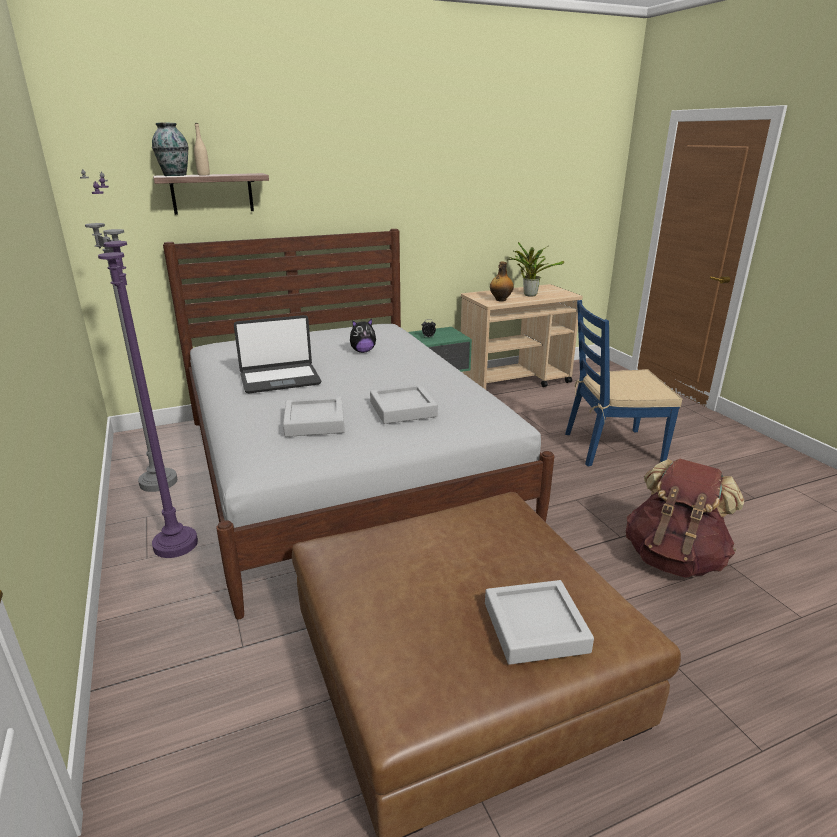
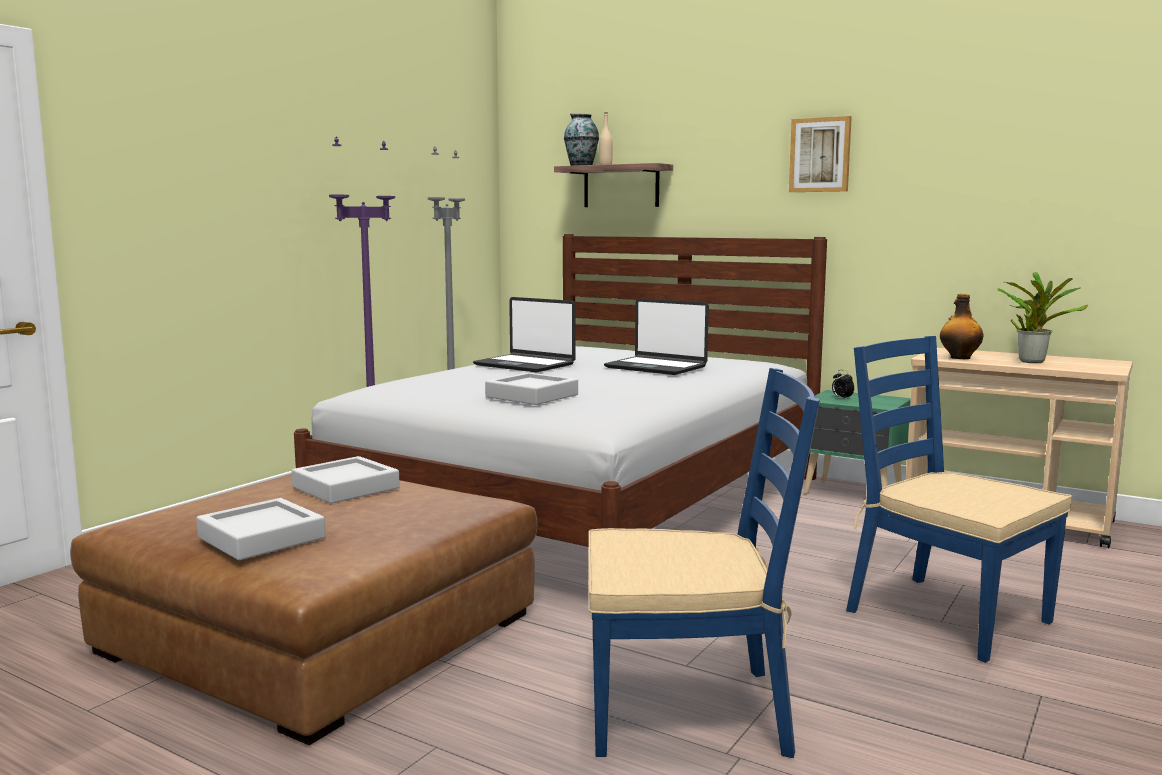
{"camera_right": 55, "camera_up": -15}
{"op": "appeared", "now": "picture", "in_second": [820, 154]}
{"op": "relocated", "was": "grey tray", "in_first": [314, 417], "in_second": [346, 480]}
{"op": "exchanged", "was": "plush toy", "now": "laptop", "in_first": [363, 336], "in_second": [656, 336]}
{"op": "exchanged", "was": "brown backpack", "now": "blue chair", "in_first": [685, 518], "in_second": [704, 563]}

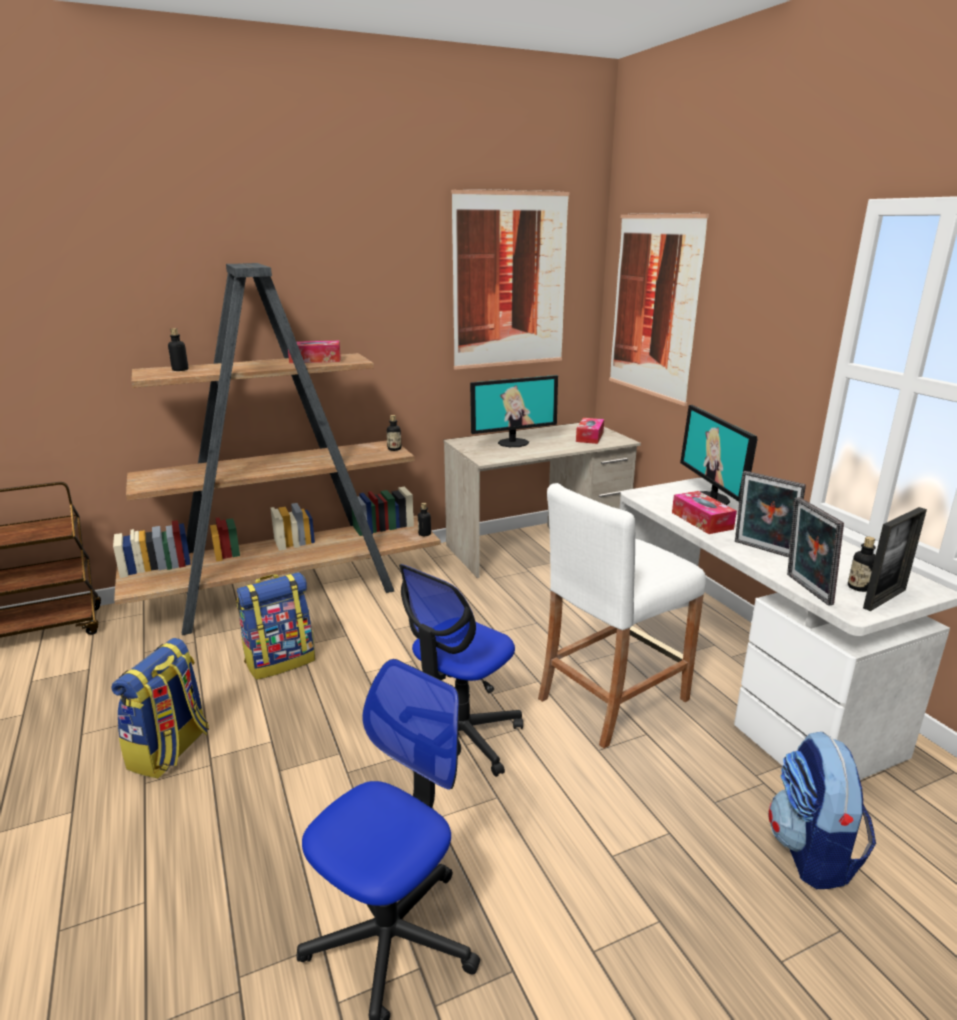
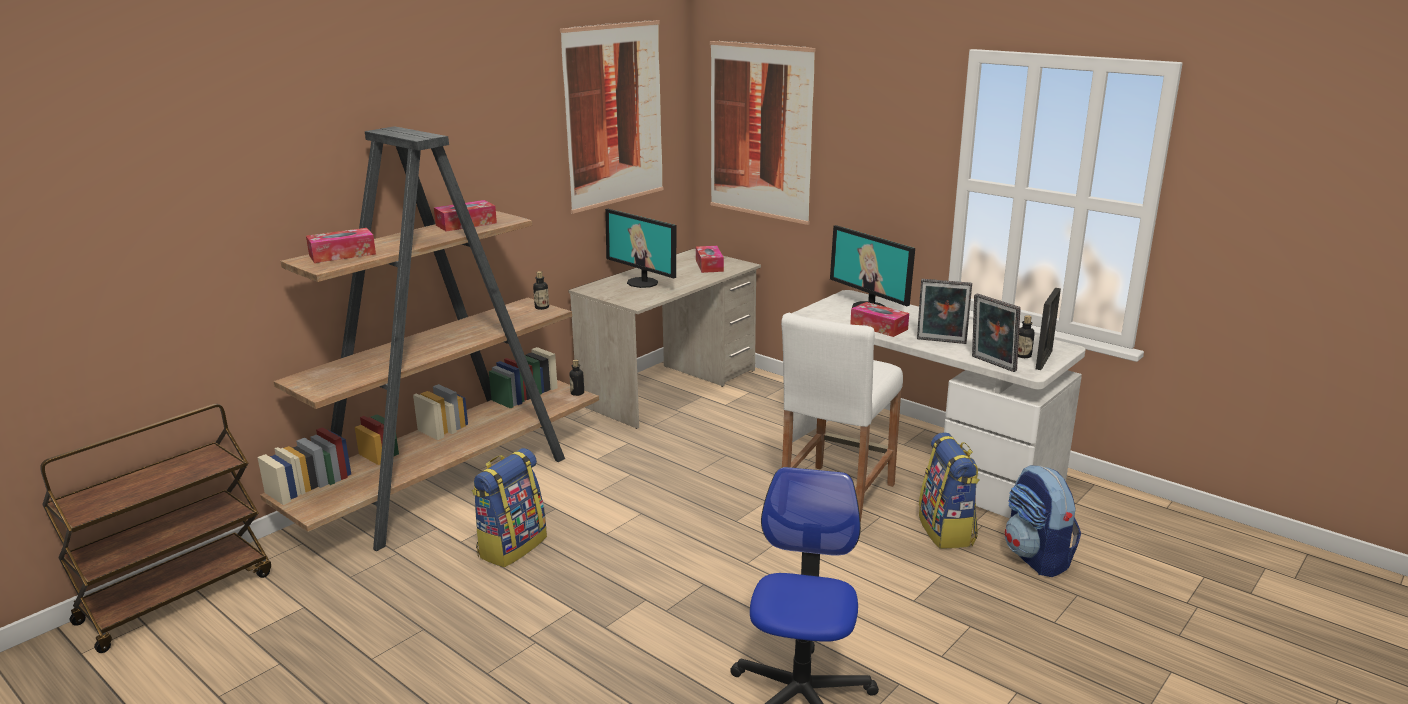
{"camera_right": -25, "camera_up": 0}
{"op": "missing", "was": "office chair", "in_first": [461, 670]}
{"op": "relocated", "was": "backpack", "in_first": [160, 708], "in_second": [949, 490]}
{"op": "exchanged", "was": "bottle", "now": "tissue box", "in_first": [178, 349], "in_second": [341, 245]}
{"op": "spun", "was": "monitor", "in_first": [514, 411], "in_second": [640, 248], "clockwise": 90}

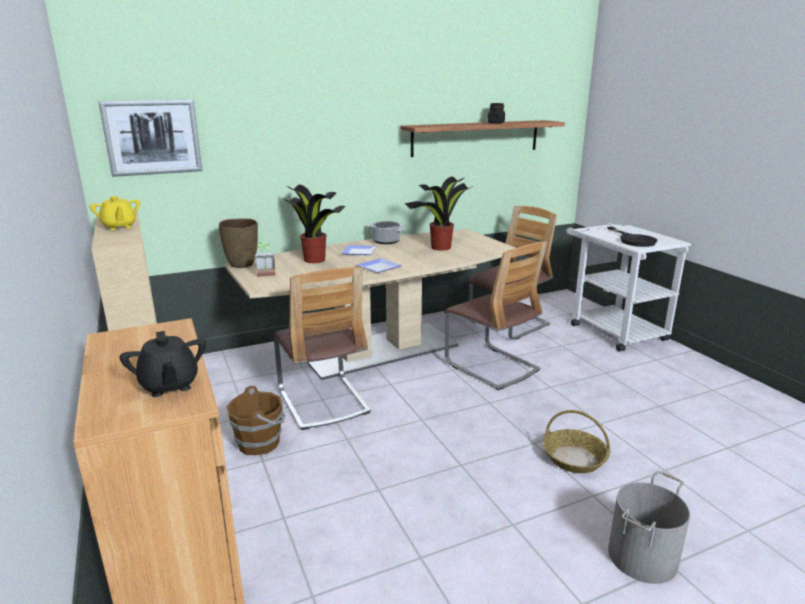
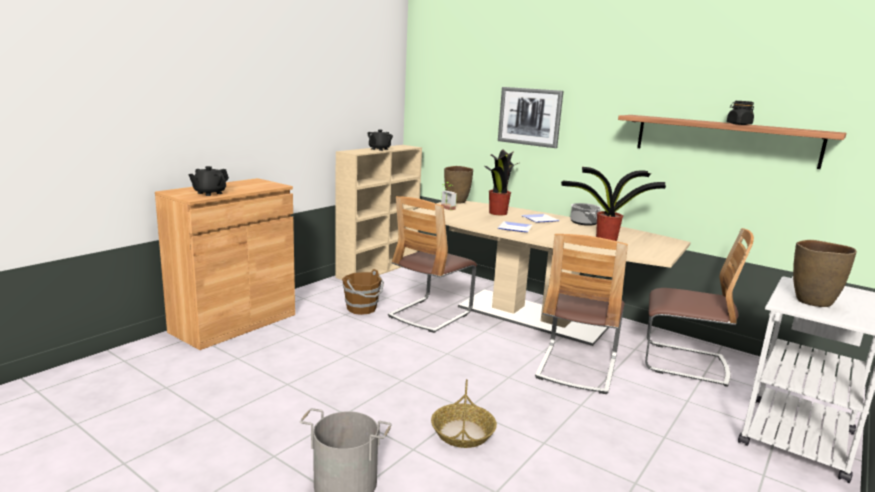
{"camera_right": 60, "camera_up": -5}
{"op": "relocated", "was": "picture", "in_first": [150, 138], "in_second": [530, 117]}
{"op": "exchanged", "was": "black frying pan", "now": "brown vase", "in_first": [632, 237], "in_second": [825, 273]}
{"op": "colour", "was": "yellow teapot", "now": "black teapot", "in_first": [115, 213], "in_second": [380, 140]}

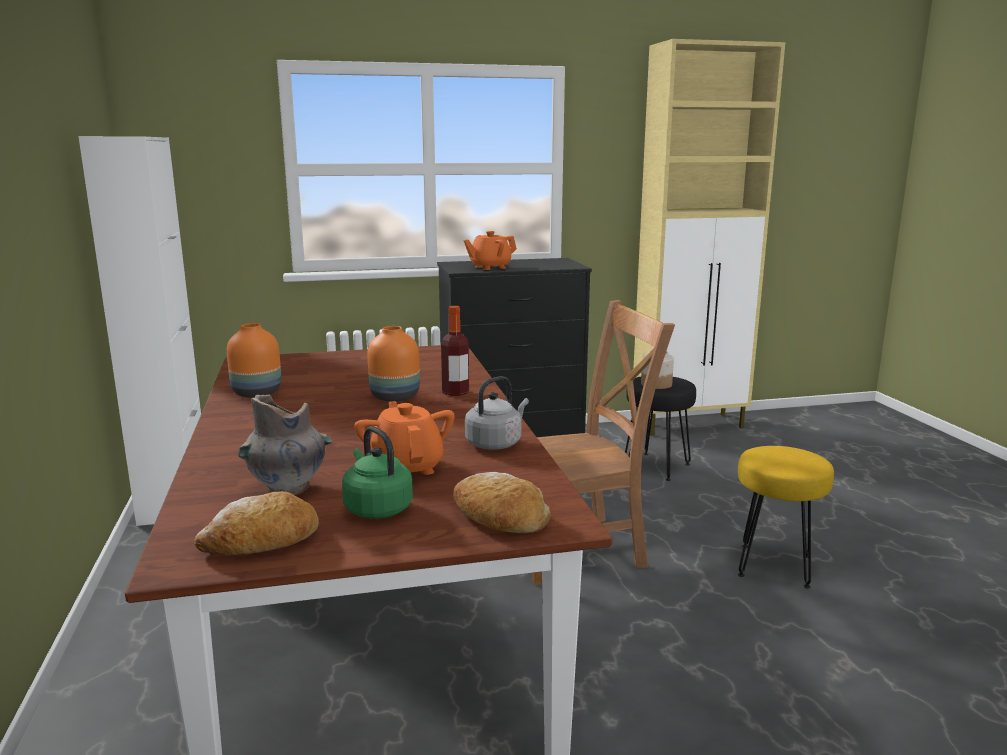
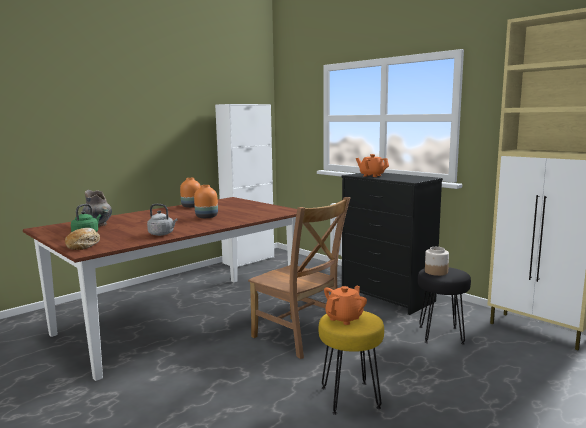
{"camera_right": 60, "camera_up": -5}
{"op": "missing", "was": "bread", "in_first": [256, 523]}
{"op": "missing", "was": "bottle", "in_first": [455, 351]}
{"op": "relocated", "was": "orange teapot", "in_first": [404, 438], "in_second": [345, 305]}

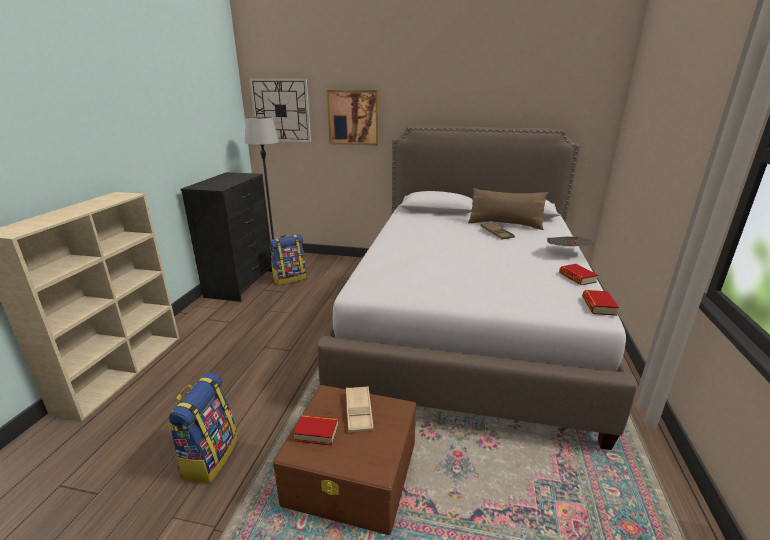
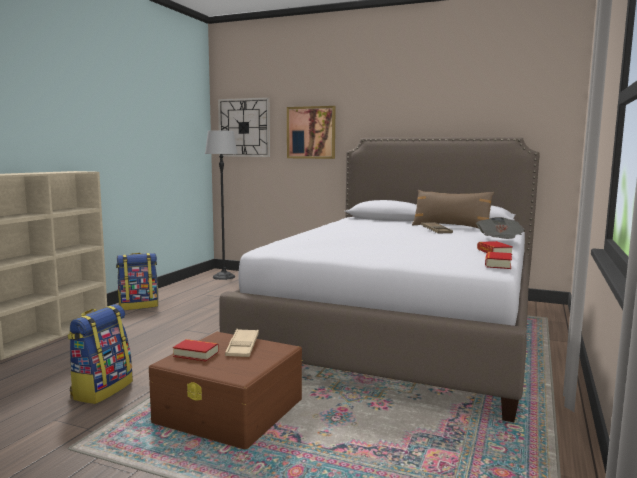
{"camera_right": 10, "camera_up": -15}
{"op": "missing", "was": "black dresser", "in_first": [226, 237]}
{"op": "relocated", "was": "backpack", "in_first": [288, 259], "in_second": [137, 281]}

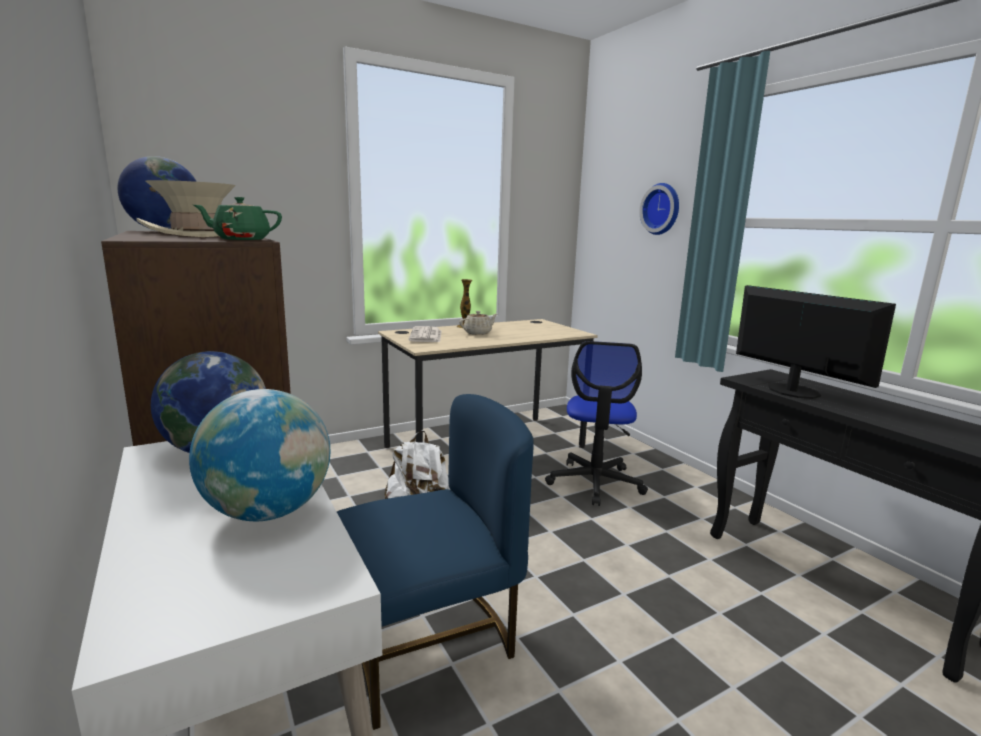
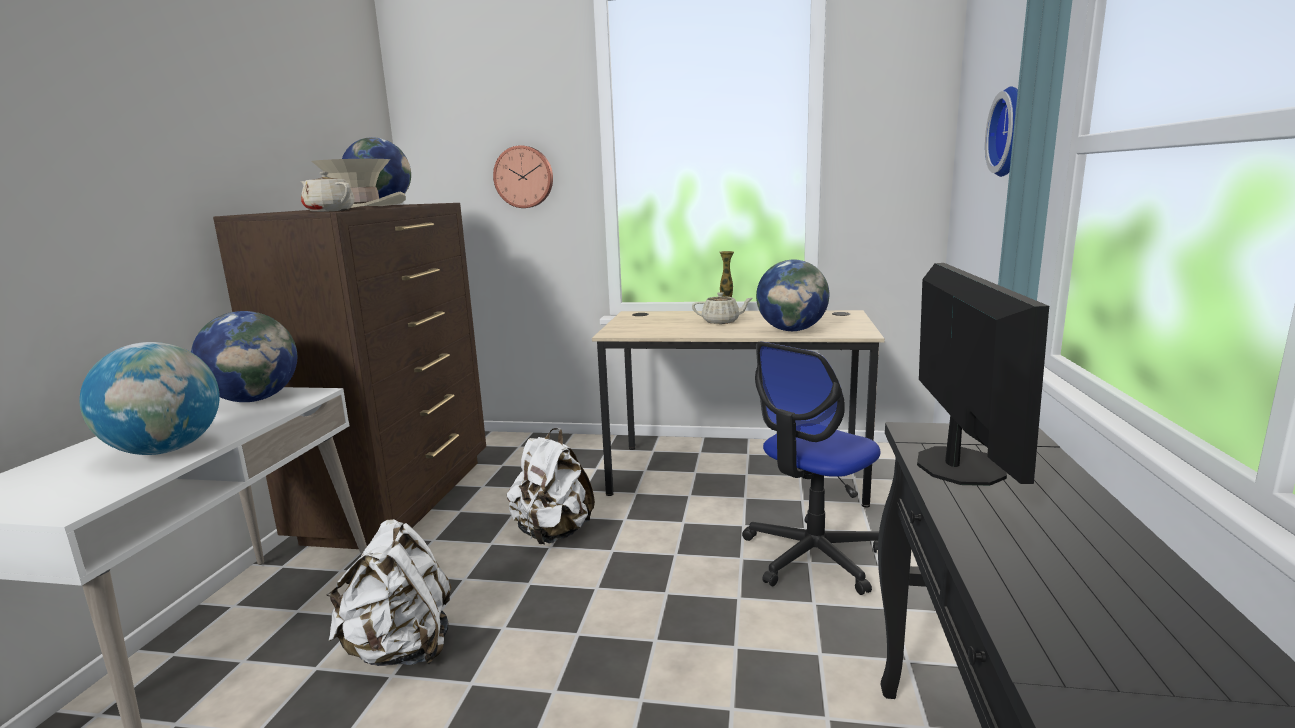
{"camera_right": 40, "camera_up": 0}
{"op": "missing", "was": "newspaper", "in_first": [425, 334]}
{"op": "appeared", "now": "wall clock", "in_second": [523, 176]}
{"op": "appeared", "now": "globe", "in_second": [792, 295]}
{"op": "exchanged", "was": "blue chair", "now": "white backpack", "in_first": [435, 562], "in_second": [388, 592]}
{"op": "colour", "was": "green teapot", "now": "beige teapot", "in_first": [238, 218], "in_second": [328, 191]}

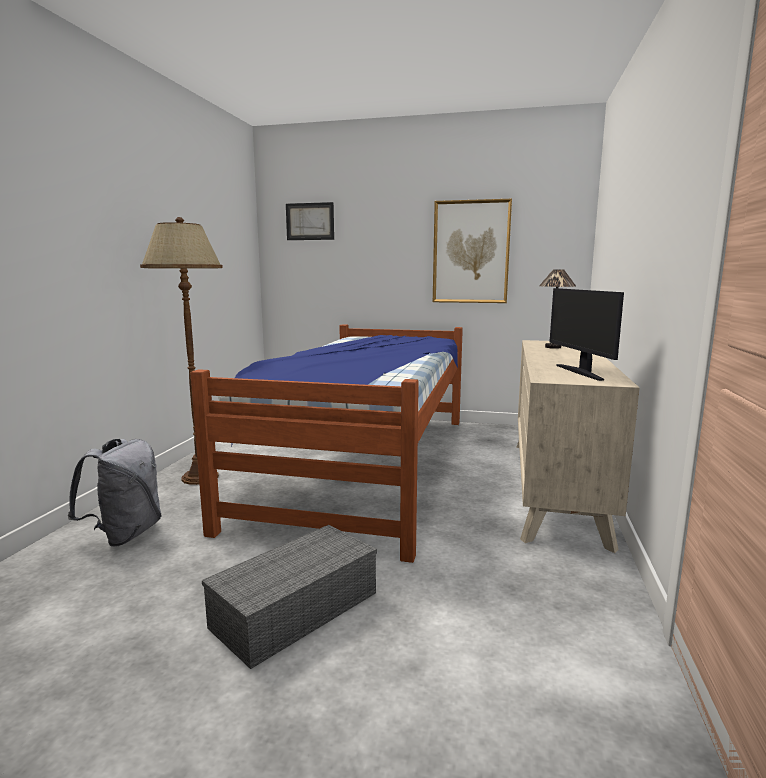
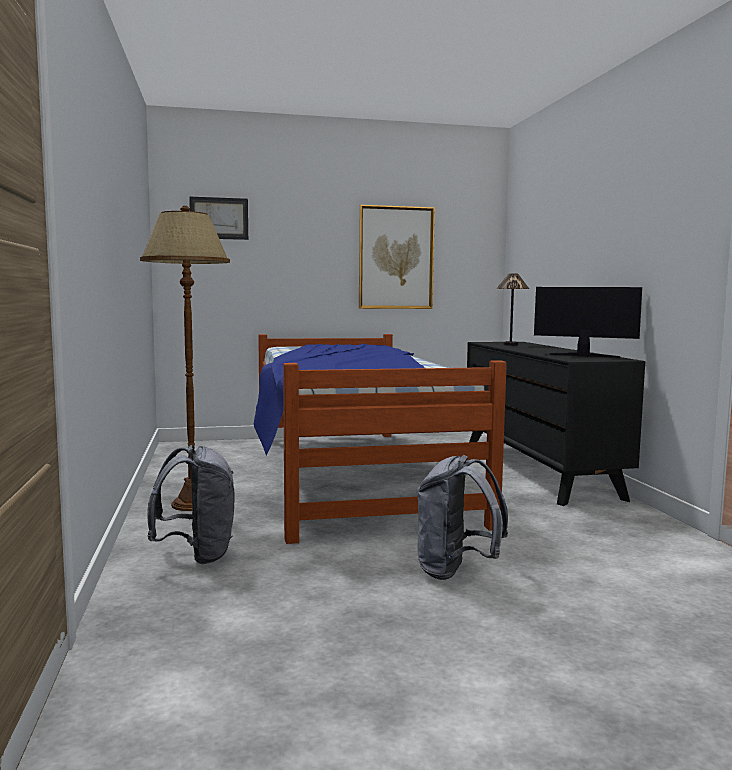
{"camera_right": -25, "camera_up": -5}
{"op": "exchanged", "was": "grey storage box", "now": "grey backpack", "in_first": [289, 597], "in_second": [462, 517]}
{"op": "colour", "was": "beige dresser", "now": "black dresser", "in_first": [578, 446], "in_second": [556, 424]}
{"op": "spun", "was": "monitor", "in_first": [587, 334], "in_second": [588, 322], "clockwise": 150}

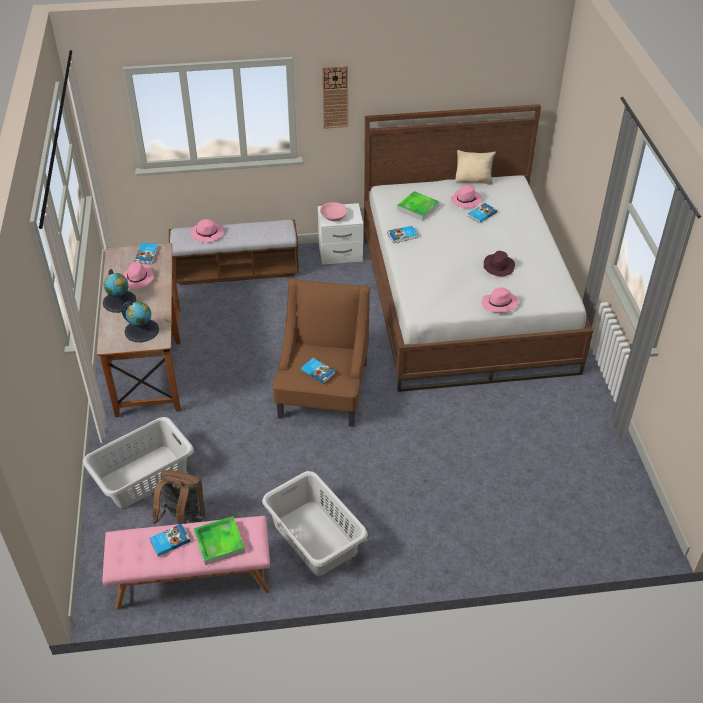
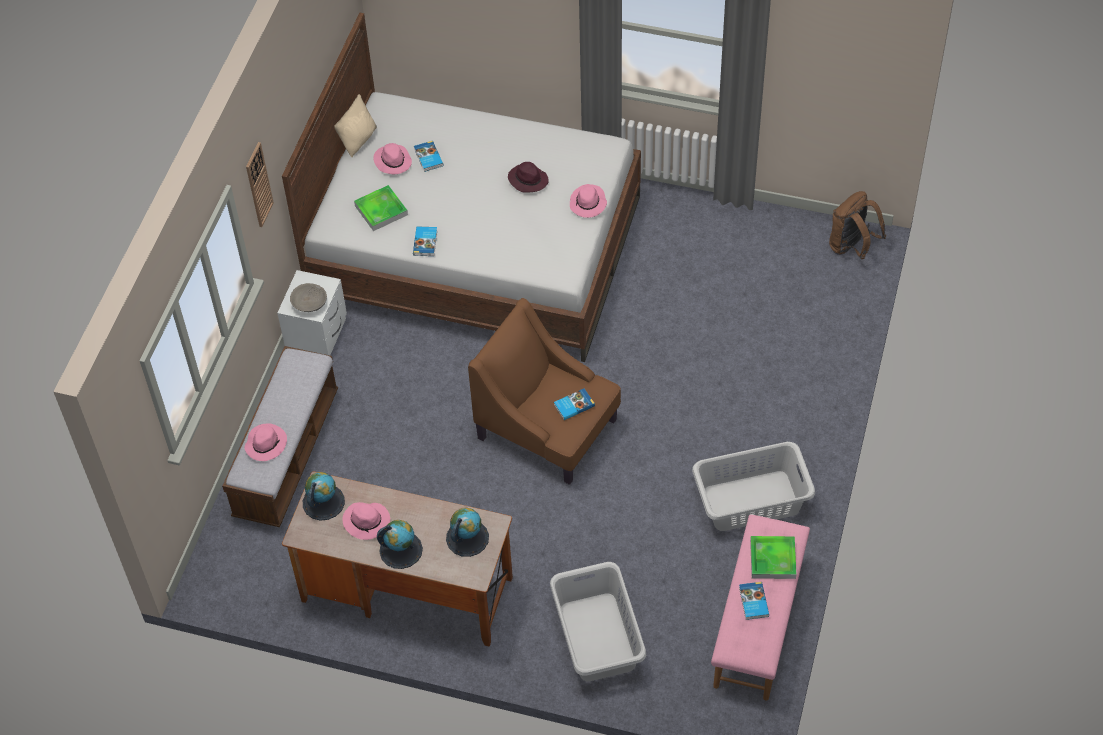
{"camera_right": -65, "camera_up": 10}
{"op": "relocated", "was": "brown backpack", "in_first": [179, 497], "in_second": [857, 225]}
{"op": "exchanged", "was": "book", "now": "globe", "in_first": [146, 253], "in_second": [324, 496]}
{"op": "colour", "was": "pink bowl", "now": "grey bowl", "in_first": [333, 211], "in_second": [308, 297]}

